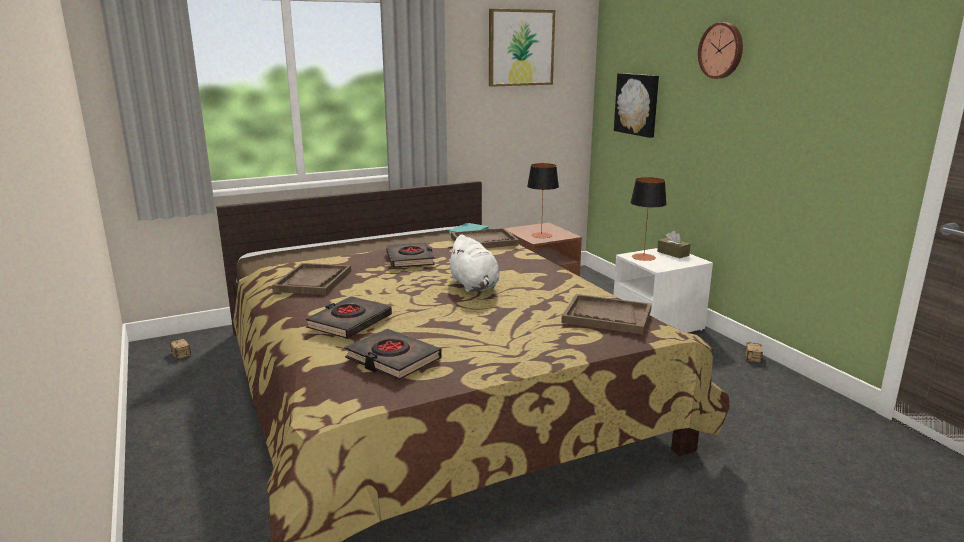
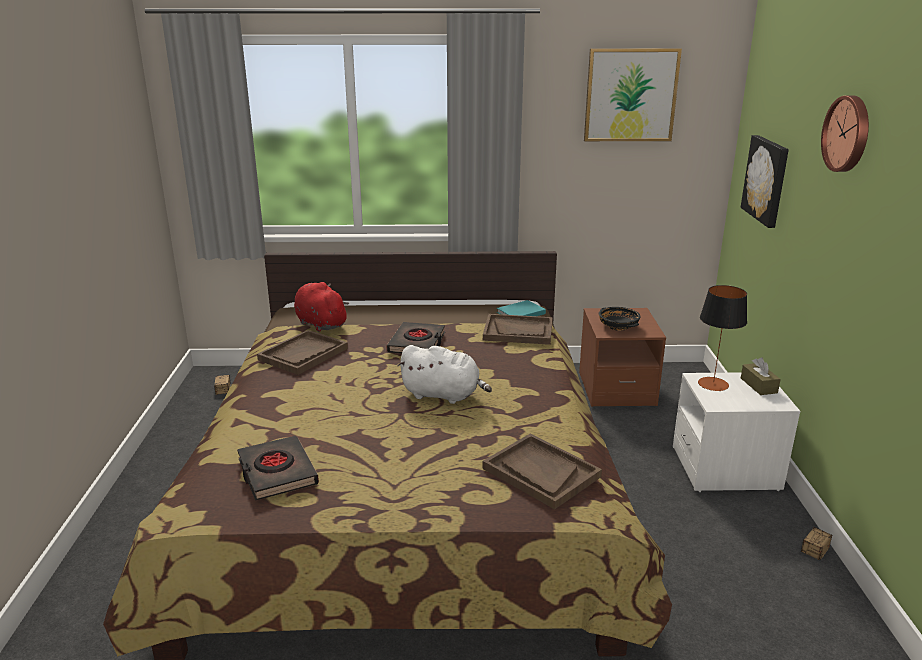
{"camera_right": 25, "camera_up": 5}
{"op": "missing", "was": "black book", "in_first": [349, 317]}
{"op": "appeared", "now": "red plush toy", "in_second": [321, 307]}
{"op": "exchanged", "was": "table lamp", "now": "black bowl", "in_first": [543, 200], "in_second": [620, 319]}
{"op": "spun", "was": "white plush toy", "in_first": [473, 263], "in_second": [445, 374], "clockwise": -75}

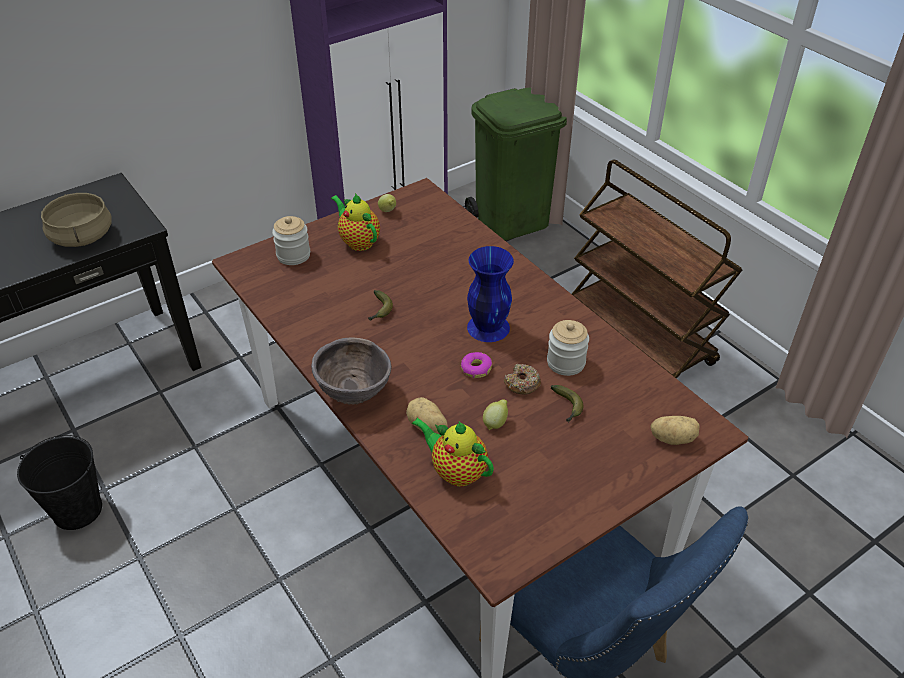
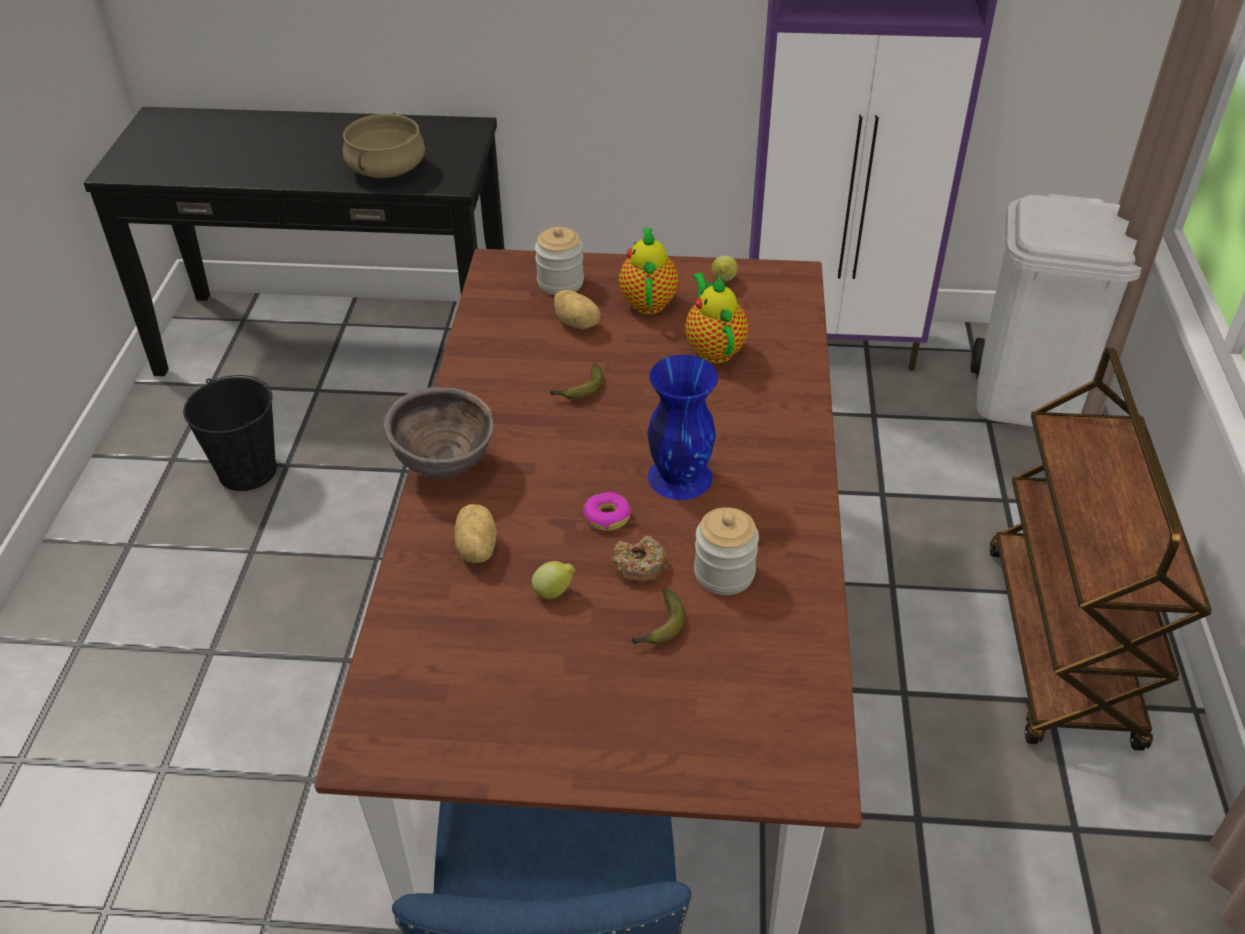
{"camera_right": 40, "camera_up": 0}
{"op": "relocated", "was": "teapot", "in_first": [453, 452], "in_second": [716, 318]}
{"op": "relocated", "was": "potato", "in_first": [675, 430], "in_second": [577, 309]}
{"op": "colour", "was": "green trash can", "now": "white trash can", "in_first": [516, 164], "in_second": [1056, 310]}

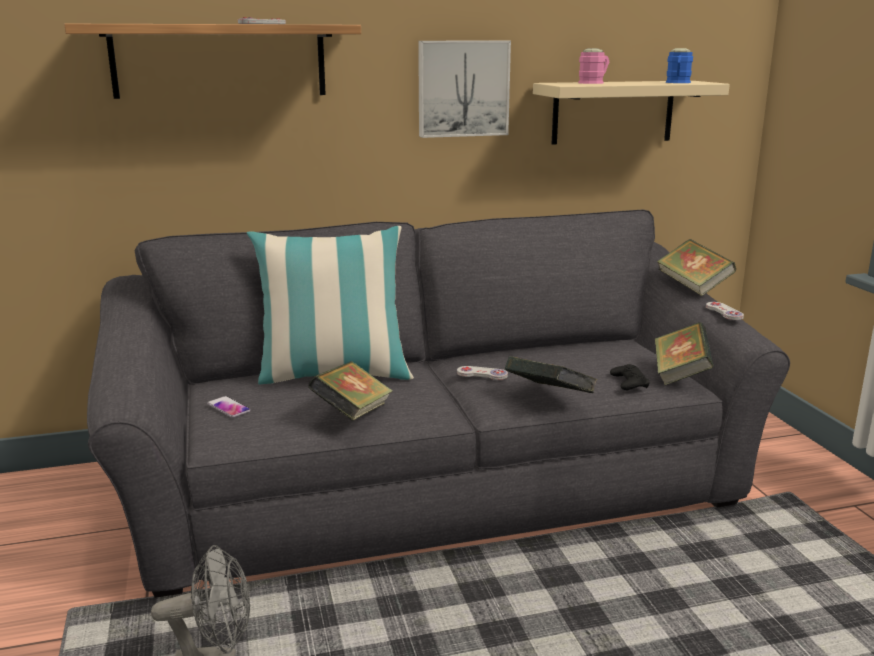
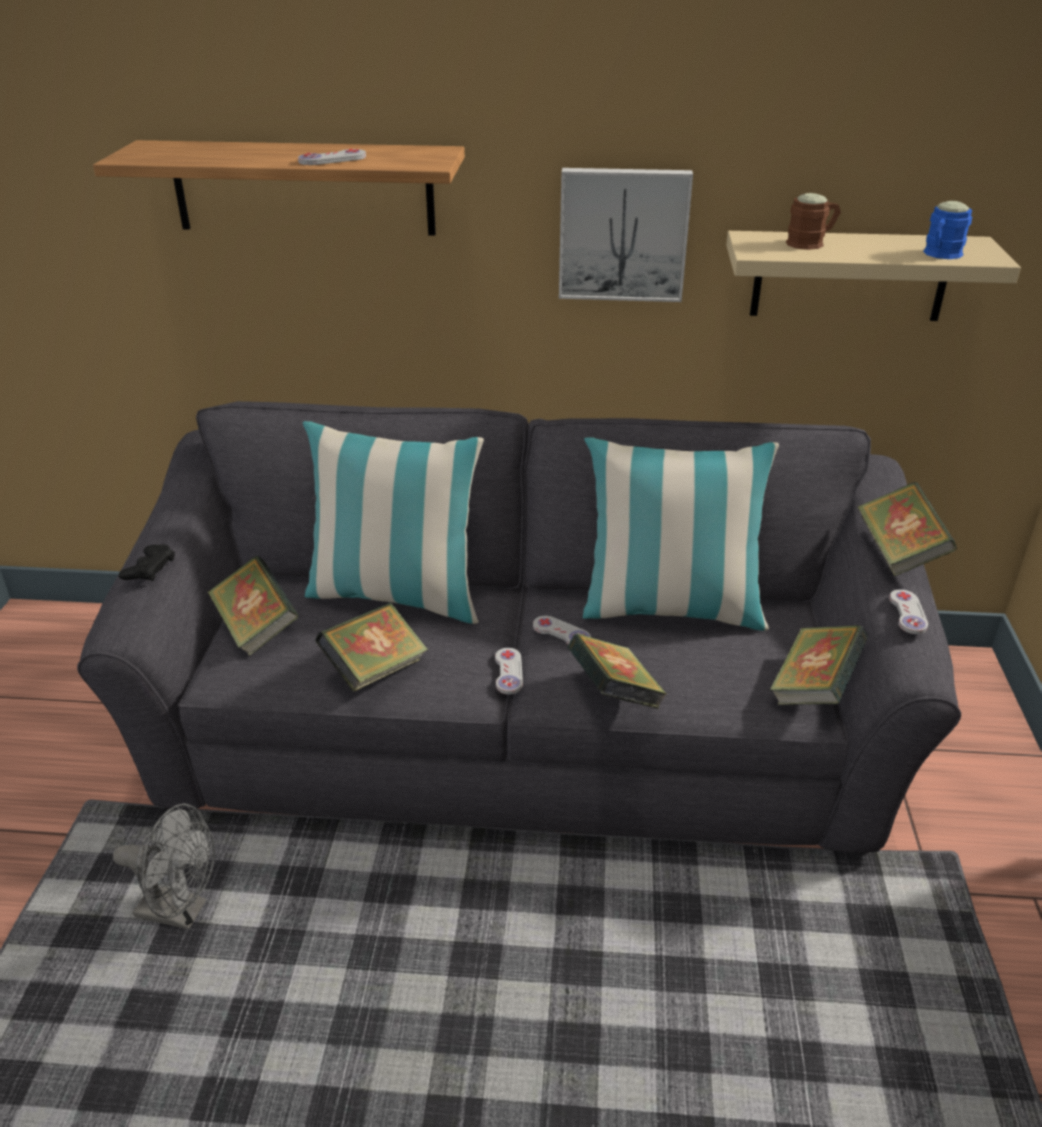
{"camera_right": 20, "camera_up": 15}
{"op": "appeared", "now": "white game controller", "in_second": [509, 671]}
{"op": "appeared", "now": "pillow", "in_second": [681, 534]}
{"op": "relocated", "was": "black game controller", "in_first": [630, 377], "in_second": [147, 562]}
{"op": "exchanged", "was": "phone", "now": "book", "in_first": [229, 407], "in_second": [253, 606]}
{"op": "colour", "was": "pink mug", "now": "brown mug", "in_first": [593, 66], "in_second": [813, 221]}

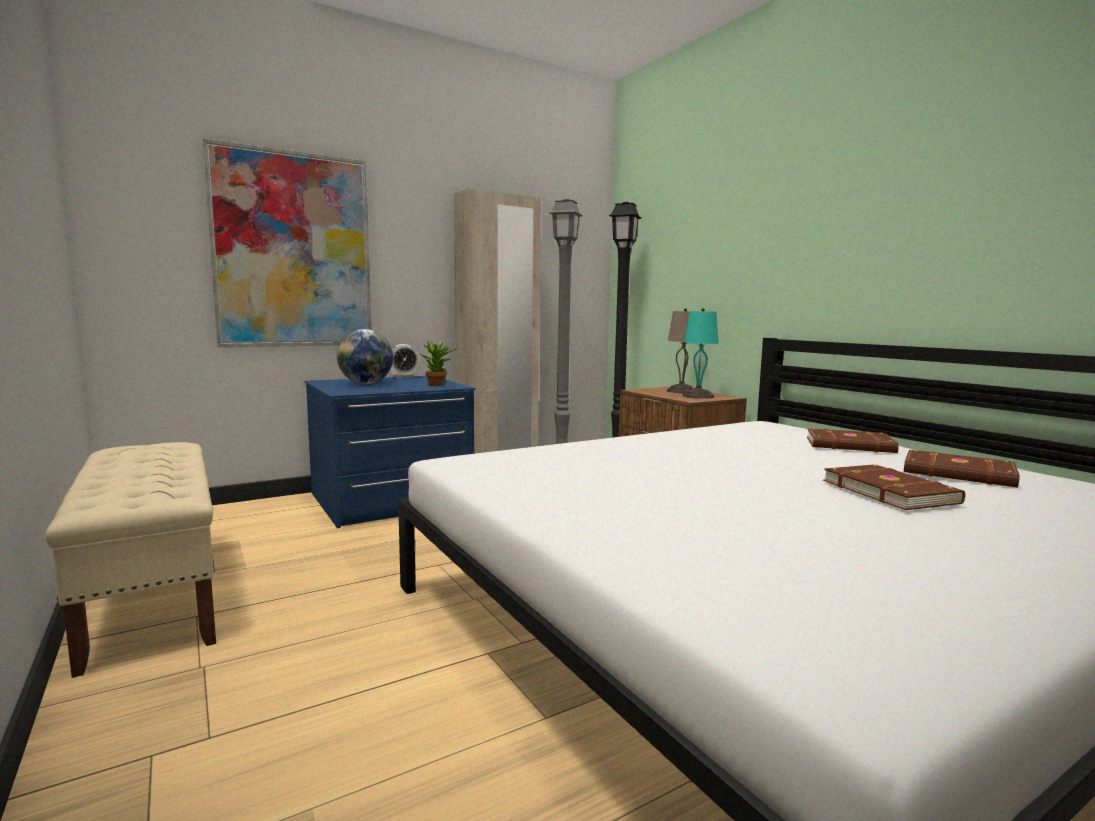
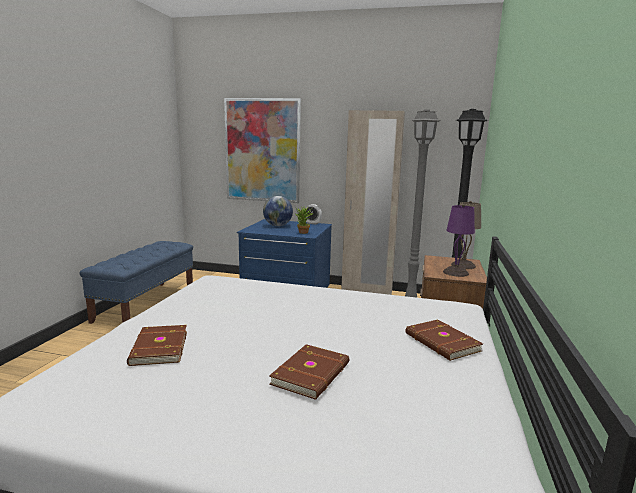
{"camera_right": 45, "camera_up": 5}
{"op": "relocated", "was": "brown book", "in_first": [962, 469], "in_second": [157, 345]}
{"op": "colour", "was": "beige bench", "now": "blue bench", "in_first": [130, 560], "in_second": [136, 282]}
{"op": "colour", "was": "turquoise table lamp", "now": "purple table lamp", "in_first": [700, 353], "in_second": [459, 240]}

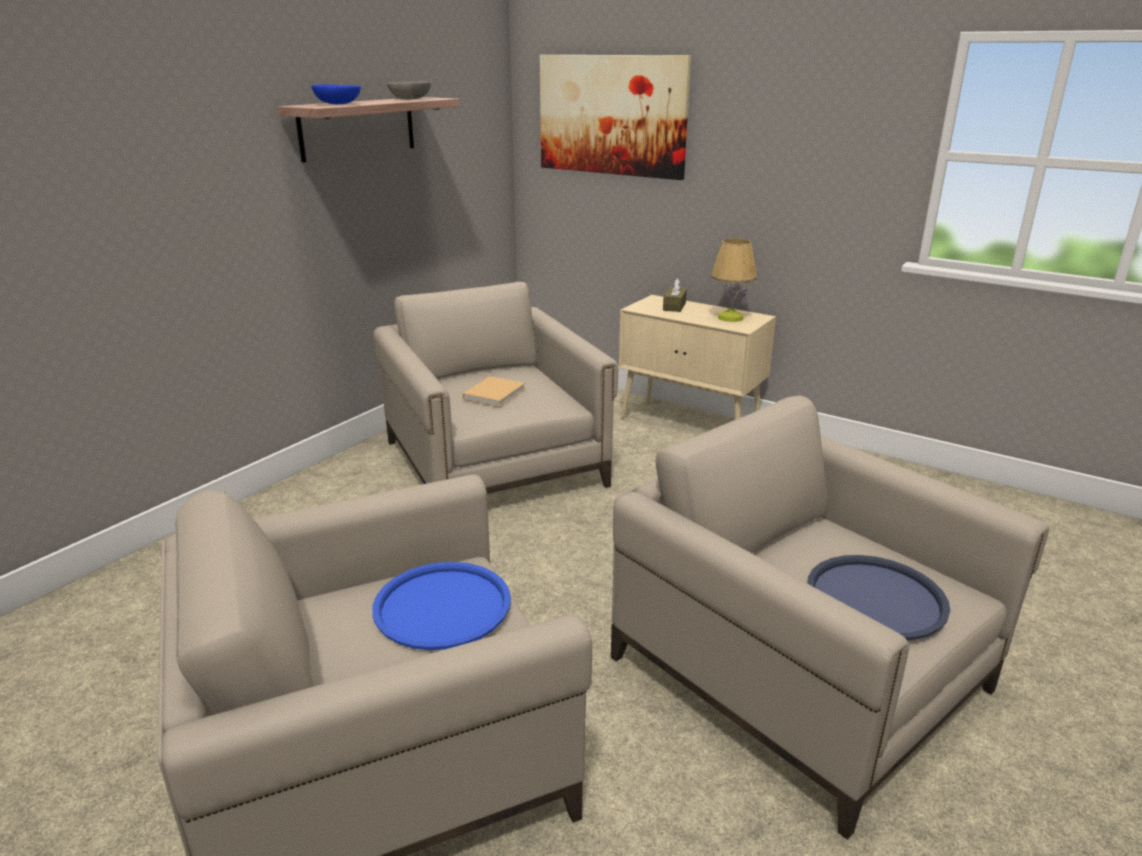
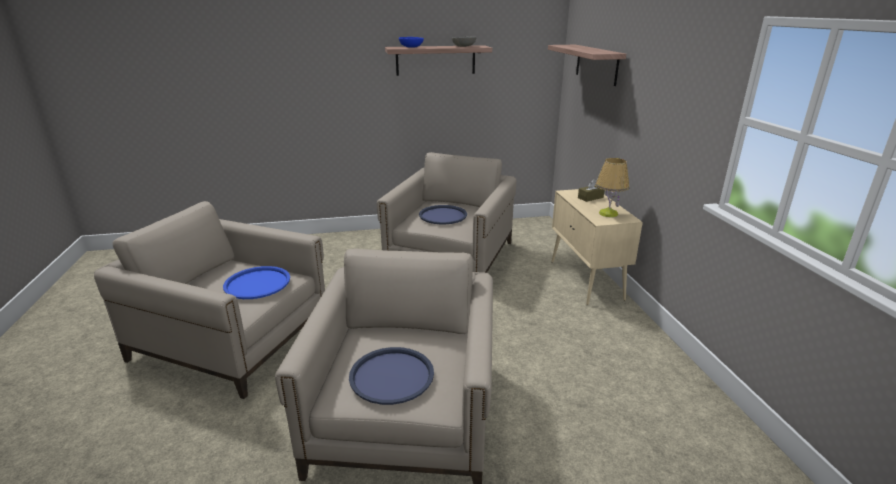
{"camera_right": 45, "camera_up": 0}
{"op": "exchanged", "was": "beige book", "now": "blue tray", "in_first": [494, 391], "in_second": [443, 214]}
{"op": "exchanged", "was": "picture", "now": "shelf", "in_first": [615, 117], "in_second": [587, 65]}

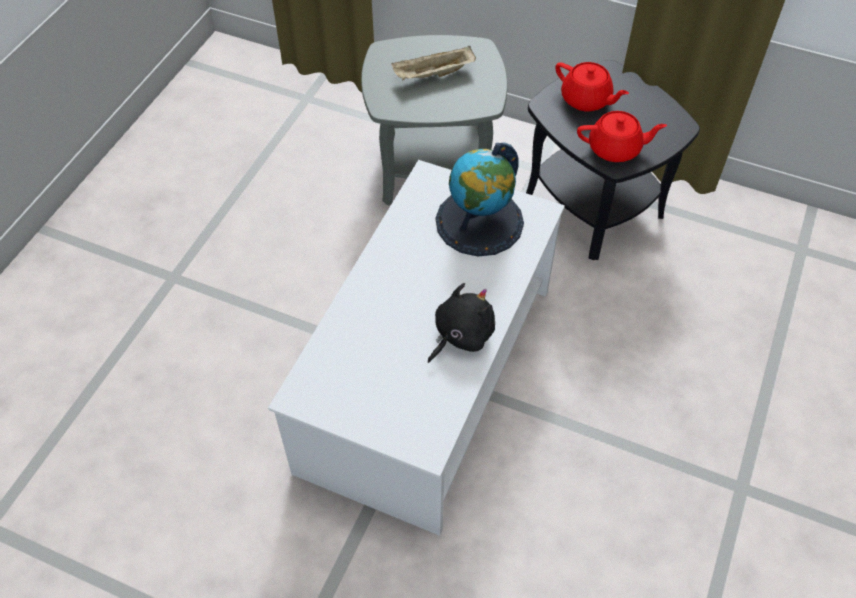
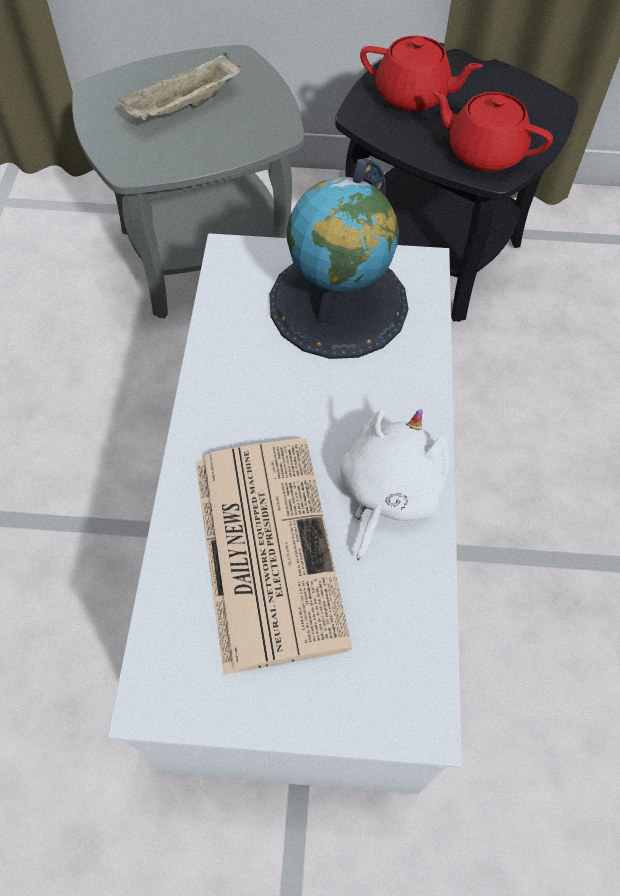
{"camera_right": -20, "camera_up": 5}
{"op": "appeared", "now": "newspaper", "in_second": [274, 556]}
{"op": "colour", "was": "black plush toy", "now": "white plush toy", "in_first": [461, 323], "in_second": [395, 484]}
{"op": "spun", "was": "red teapot", "in_first": [622, 136], "in_second": [492, 130], "clockwise": -135}

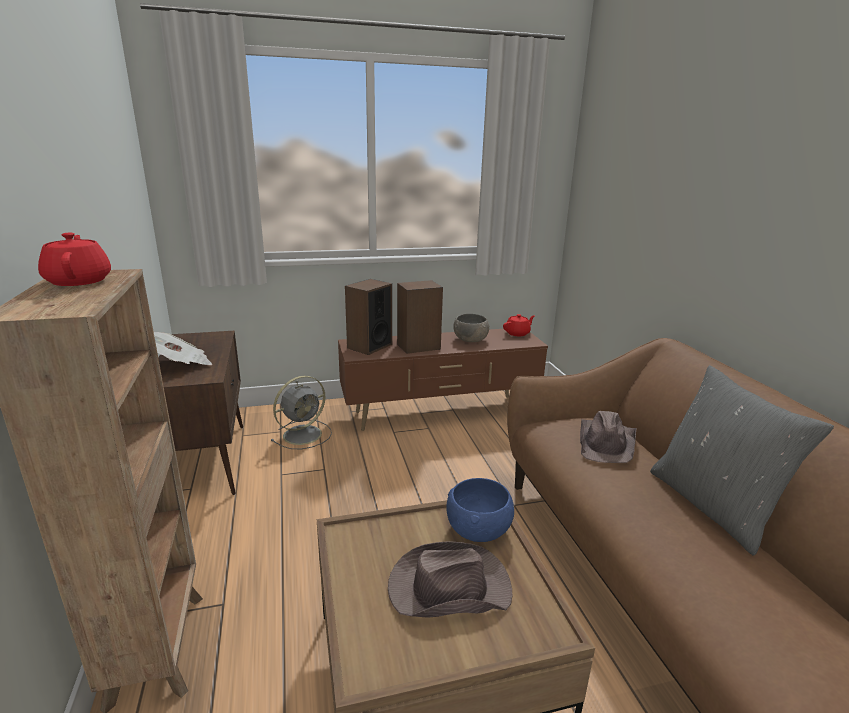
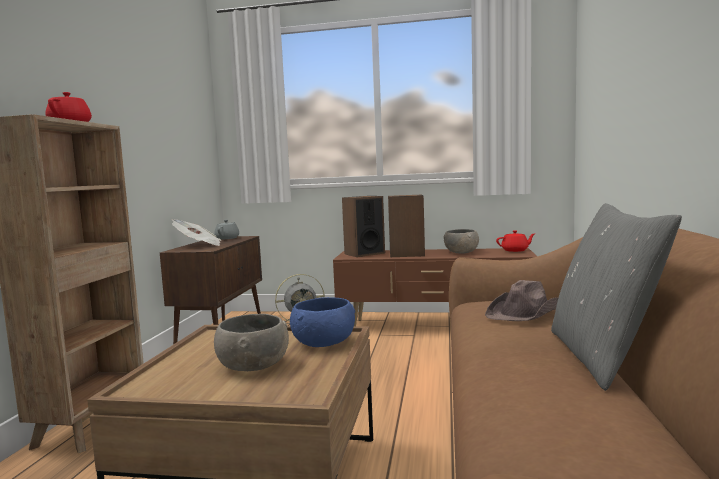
{"camera_right": 25, "camera_up": -15}
{"op": "appeared", "now": "grey teapot", "in_second": [226, 229]}
{"op": "exchanged", "was": "brown hat", "now": "grey bowl", "in_first": [450, 579], "in_second": [251, 342]}

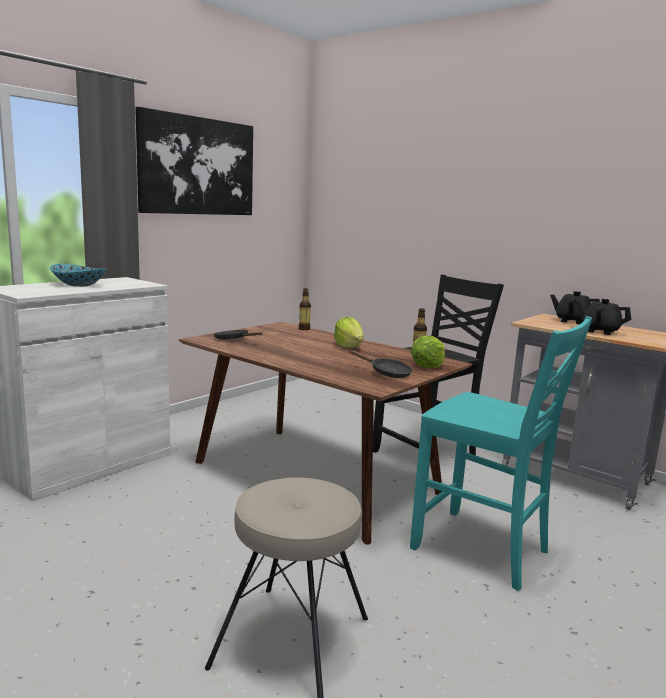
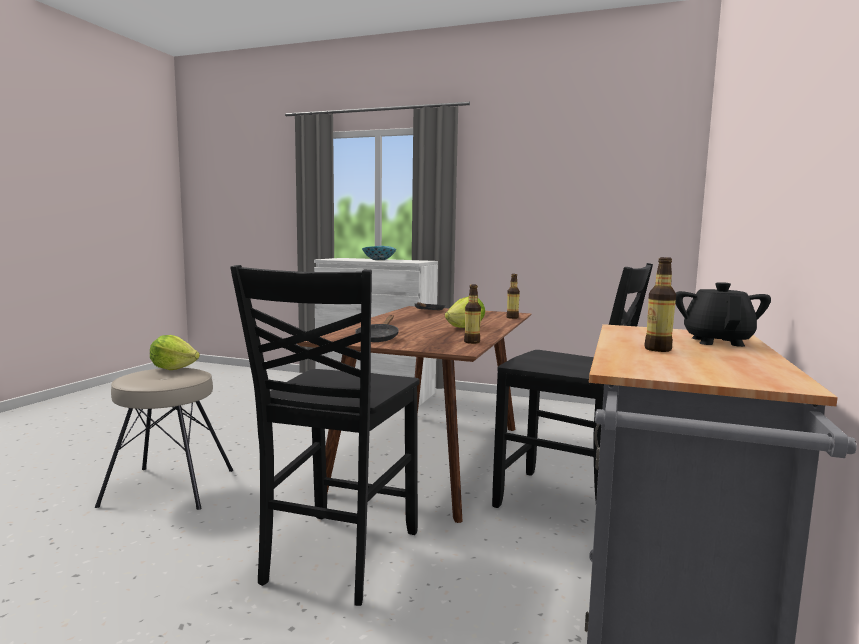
{"camera_right": 70, "camera_up": -5}
{"op": "missing", "was": "picture", "in_first": [194, 161]}
{"op": "relocated", "was": "lettuce", "in_first": [428, 352], "in_second": [175, 352]}
{"op": "exchanged", "was": "black teapot", "now": "bottle", "in_first": [603, 317], "in_second": [660, 304]}
{"op": "colour", "was": "turquoise chair", "now": "black chair", "in_first": [501, 453], "in_second": [324, 435]}

